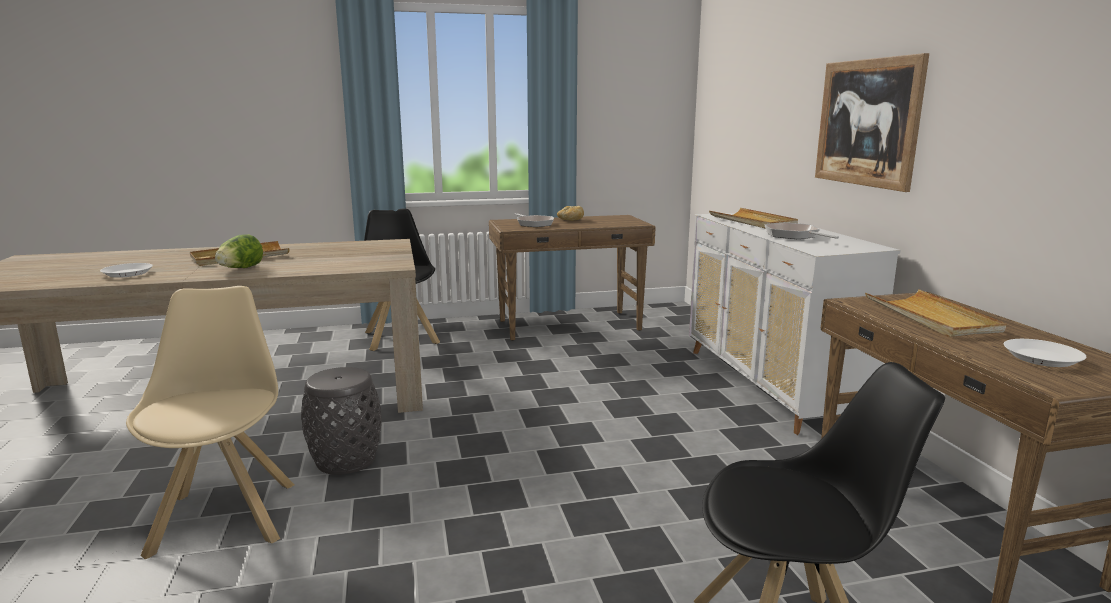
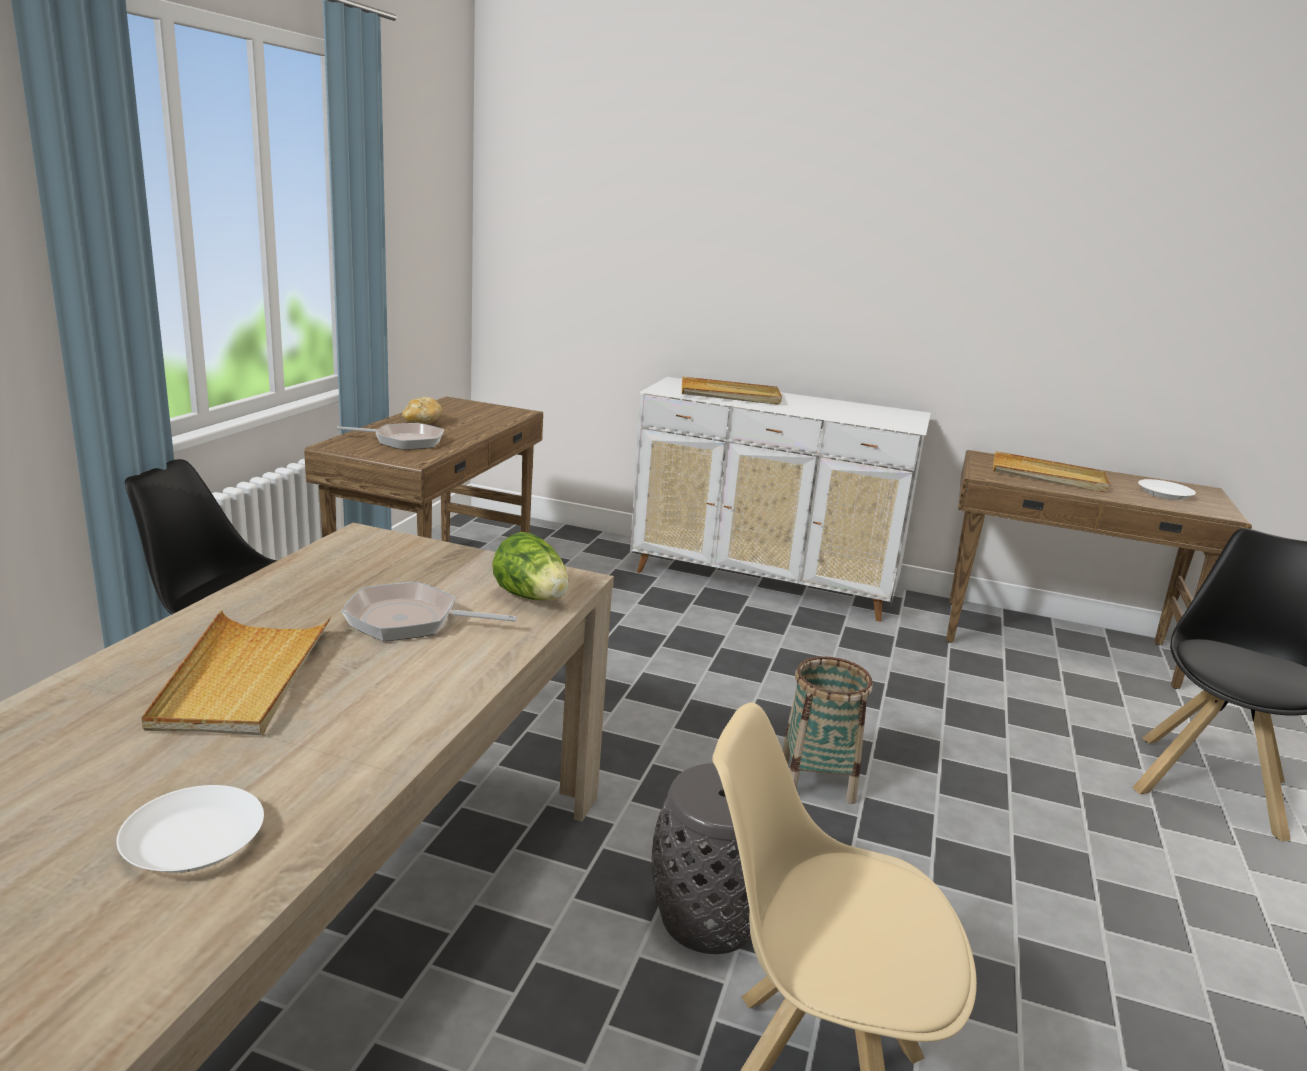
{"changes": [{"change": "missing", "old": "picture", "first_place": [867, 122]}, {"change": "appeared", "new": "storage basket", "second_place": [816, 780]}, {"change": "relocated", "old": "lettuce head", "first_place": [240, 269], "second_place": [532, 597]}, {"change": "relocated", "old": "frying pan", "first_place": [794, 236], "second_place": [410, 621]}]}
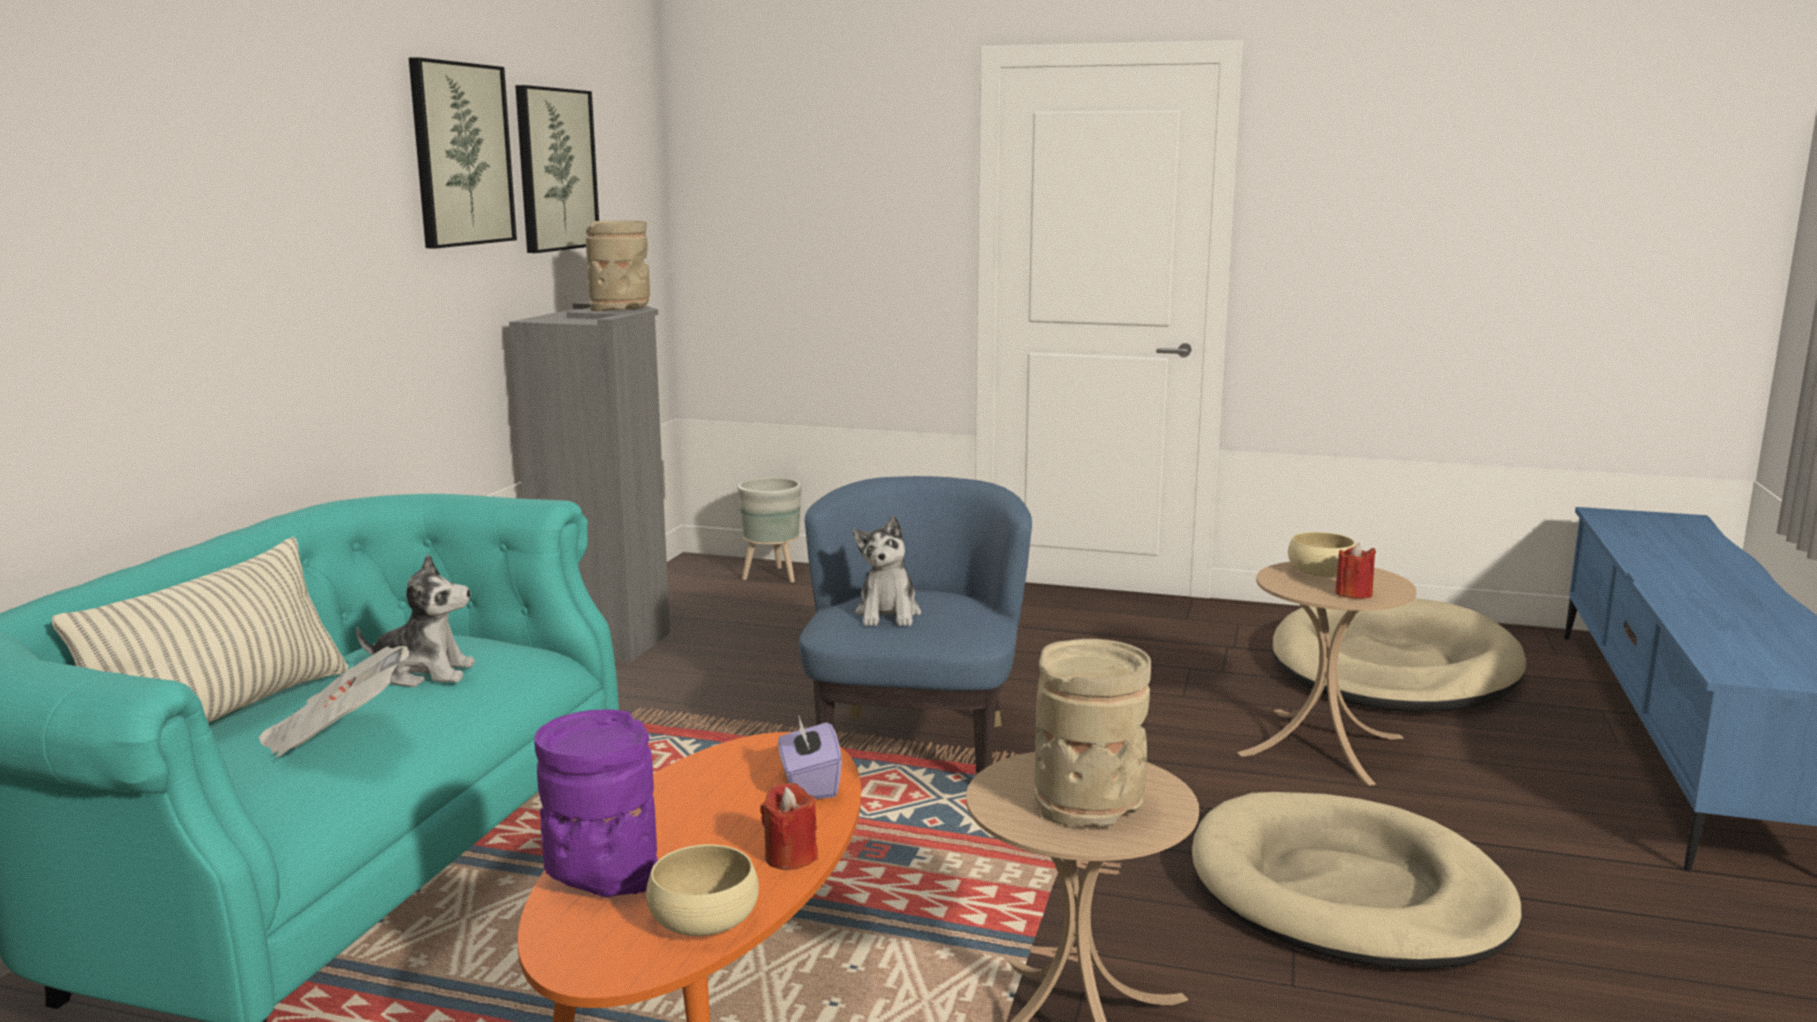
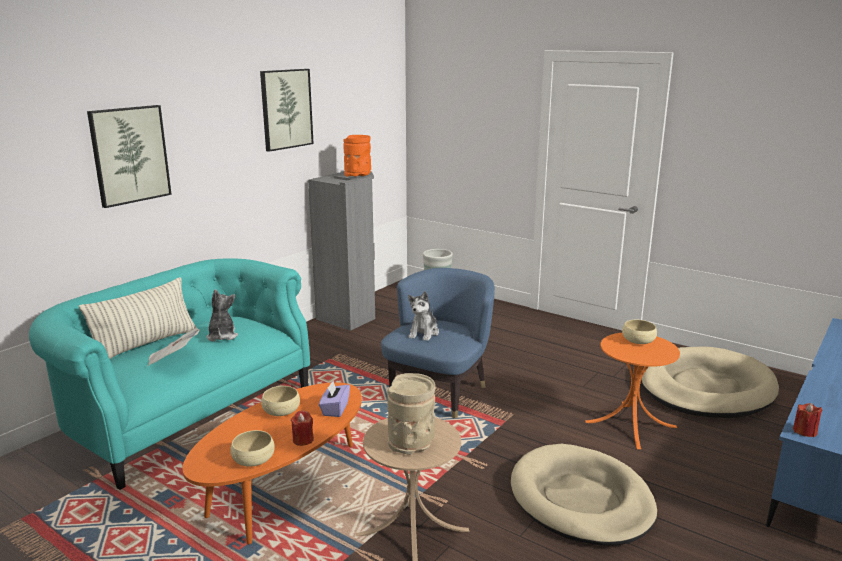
{"changes": [{"change": "missing", "old": "purple flower vase", "first_place": [600, 877]}, {"change": "appeared", "new": "beige-coloured deep dish", "second_place": [281, 410]}, {"change": "relocated", "old": "picture", "first_place": [555, 169], "second_place": [130, 155]}, {"change": "relocated", "old": "reddish candle", "first_place": [1353, 594], "second_place": [804, 431]}, {"change": "colour", "old": "beige-coloured flower vase", "new": "orange flower vase", "first_place": [621, 309], "second_place": [358, 175]}, {"change": "colour", "old": "beige-coloured side table", "new": "orange side table", "first_place": [1321, 745], "second_place": [630, 424]}, {"change": "spun", "old": "plush toy", "first_place": [424, 673], "second_place": [222, 336], "degrees": -120}]}
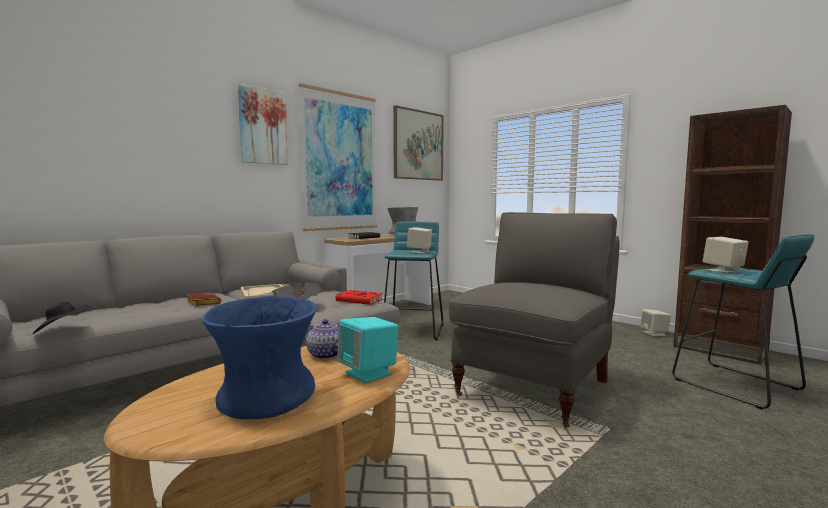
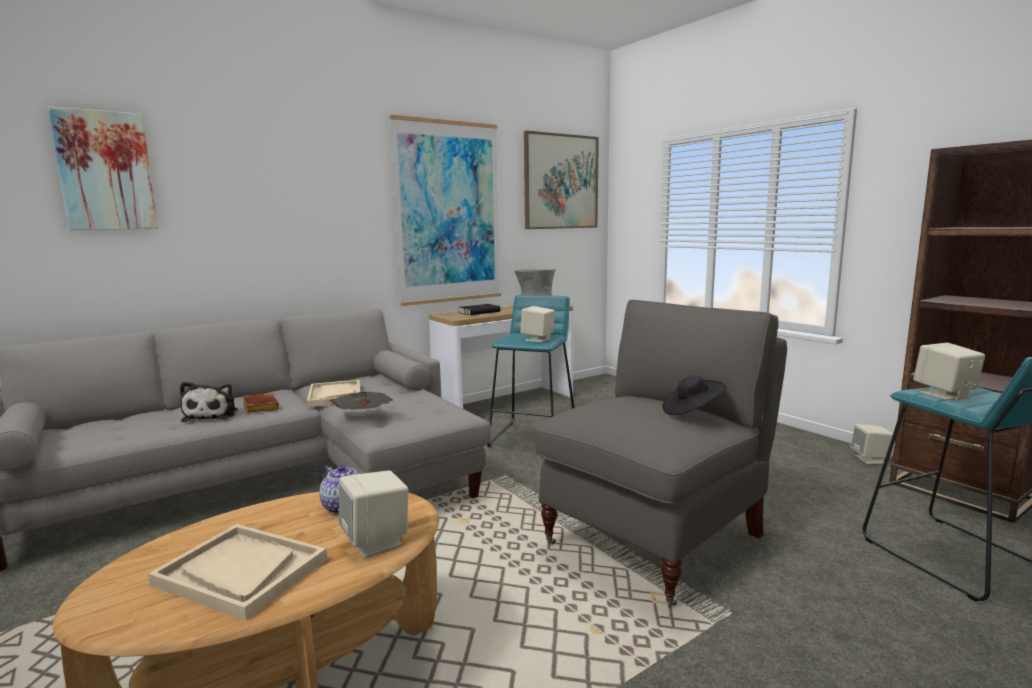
{"changes": [{"change": "missing", "old": "reddish book", "first_place": [361, 300]}, {"change": "appeared", "new": "plush toy", "second_place": [213, 415]}, {"change": "relocated", "old": "black-coloured hat", "first_place": [62, 330], "second_place": [692, 411]}, {"change": "relocated", "old": "picture", "first_place": [263, 126], "second_place": [106, 171]}, {"change": "exchanged", "old": "blue flower vase", "new": "beige-coloured tray", "first_place": [265, 397], "second_place": [240, 572]}, {"change": "colour", "old": "blue-green loudspeaker", "new": "beige-coloured loudspeaker", "first_place": [368, 373], "second_place": [376, 542]}]}
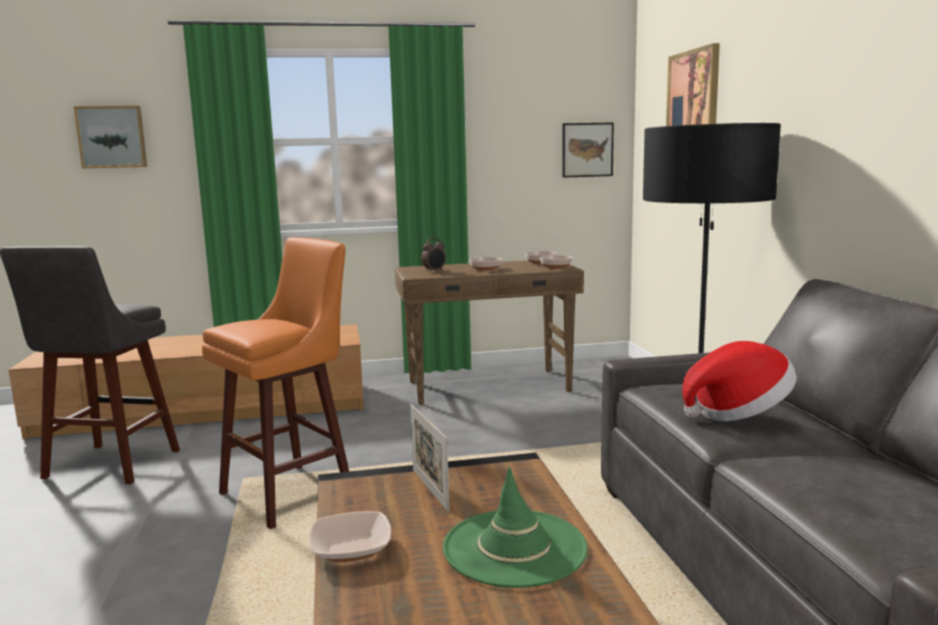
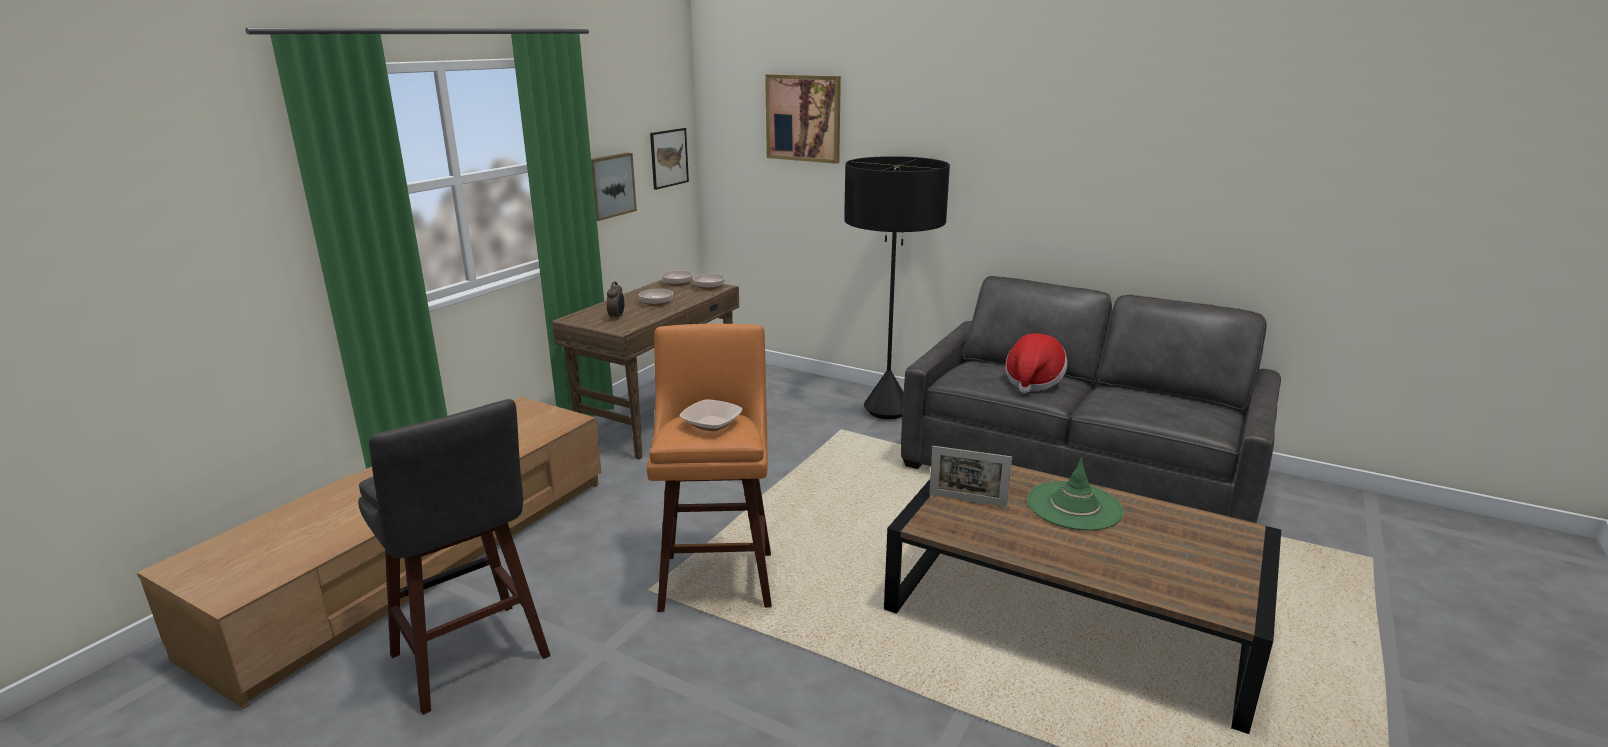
{"changes": [{"change": "relocated", "old": "picture", "first_place": [112, 137], "second_place": [609, 185]}, {"change": "relocated", "old": "deep dish", "first_place": [351, 549], "second_place": [711, 423]}]}
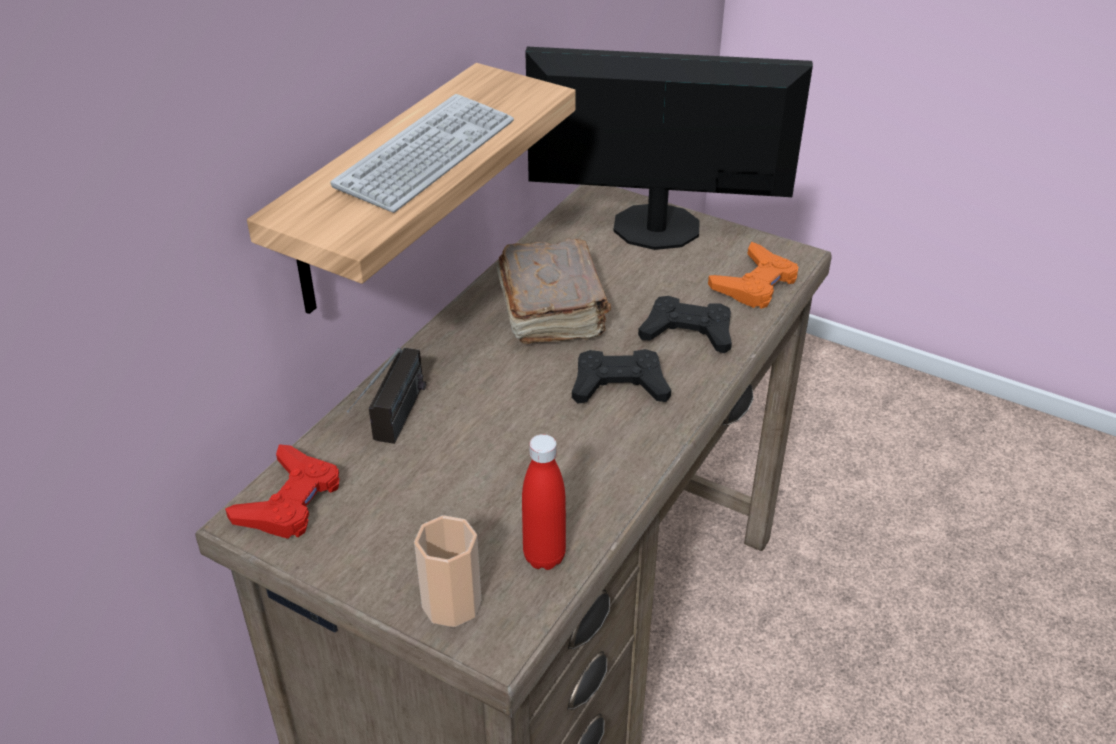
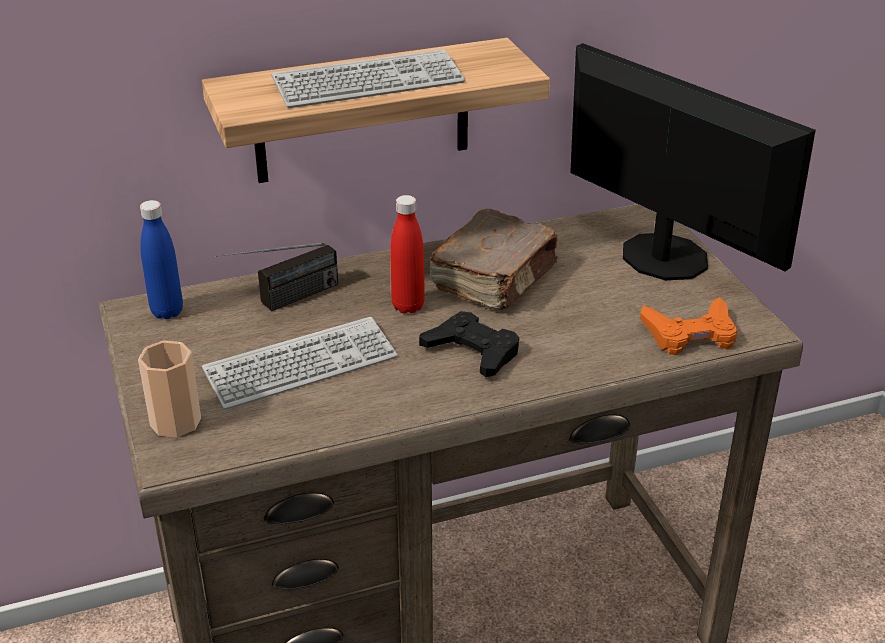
{"changes": [{"change": "missing", "old": "black-coloured gamepad", "first_place": [687, 332]}, {"change": "appeared", "new": "PC keyboard", "second_place": [301, 365]}, {"change": "relocated", "old": "reddish bottle", "first_place": [544, 556], "second_place": [408, 306]}, {"change": "exchanged", "old": "reddish gamepad", "new": "blue bottle", "first_place": [290, 501], "second_place": [167, 312]}]}
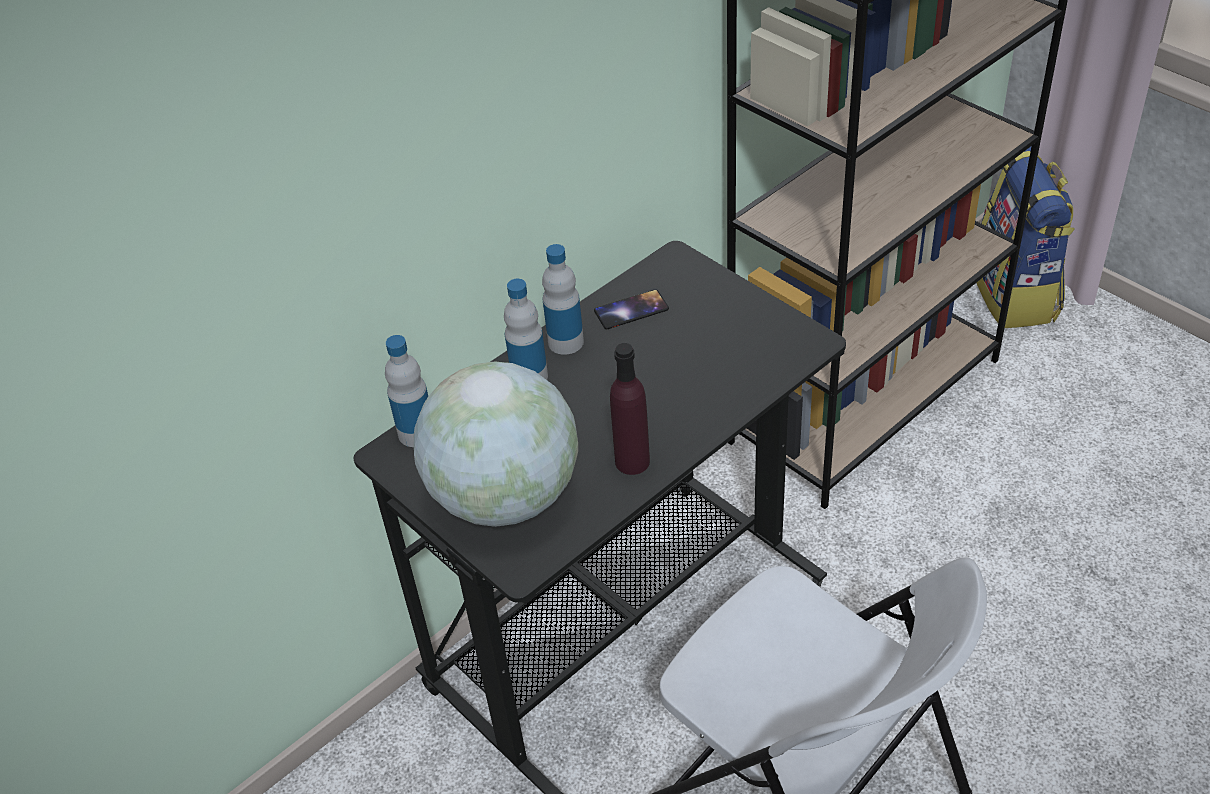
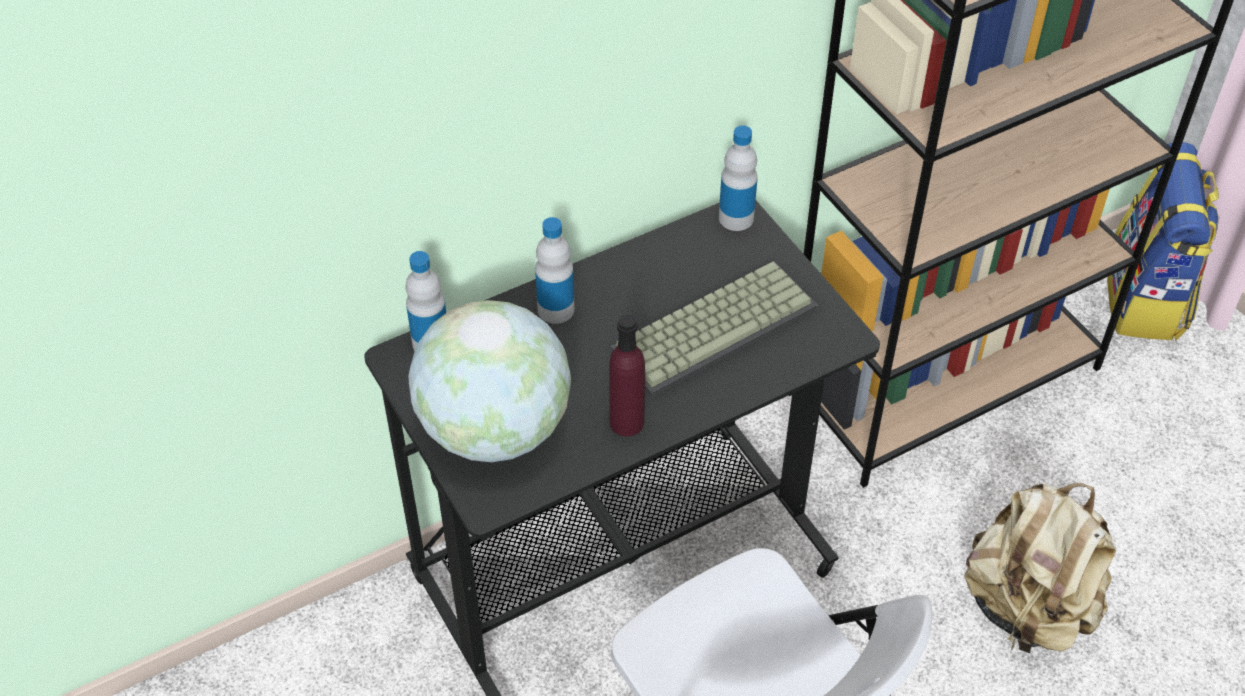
{"changes": [{"change": "missing", "old": "phone", "first_place": [631, 310]}, {"change": "appeared", "new": "PC keyboard", "second_place": [715, 326]}, {"change": "appeared", "new": "beige-coloured knapsack", "second_place": [1028, 607]}, {"change": "relocated", "old": "bottle", "first_place": [566, 342], "second_place": [736, 218]}]}
